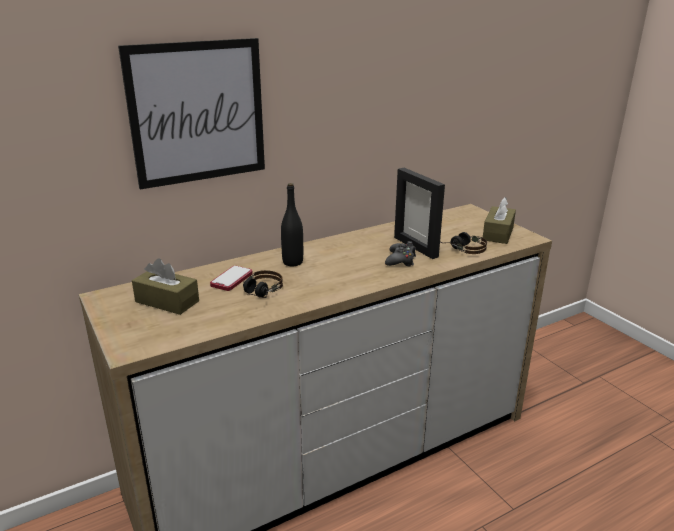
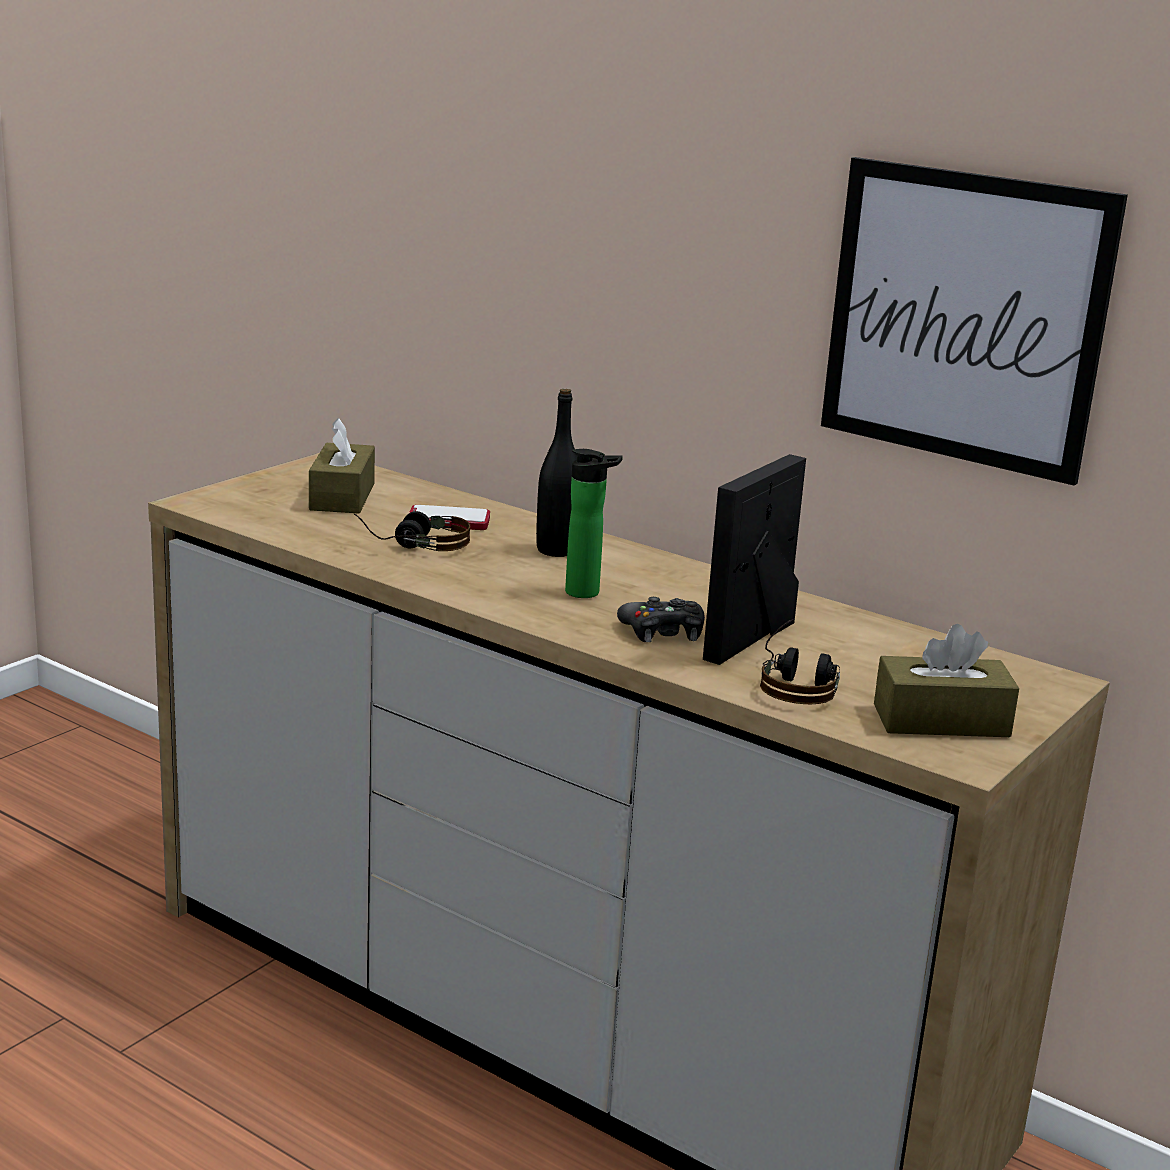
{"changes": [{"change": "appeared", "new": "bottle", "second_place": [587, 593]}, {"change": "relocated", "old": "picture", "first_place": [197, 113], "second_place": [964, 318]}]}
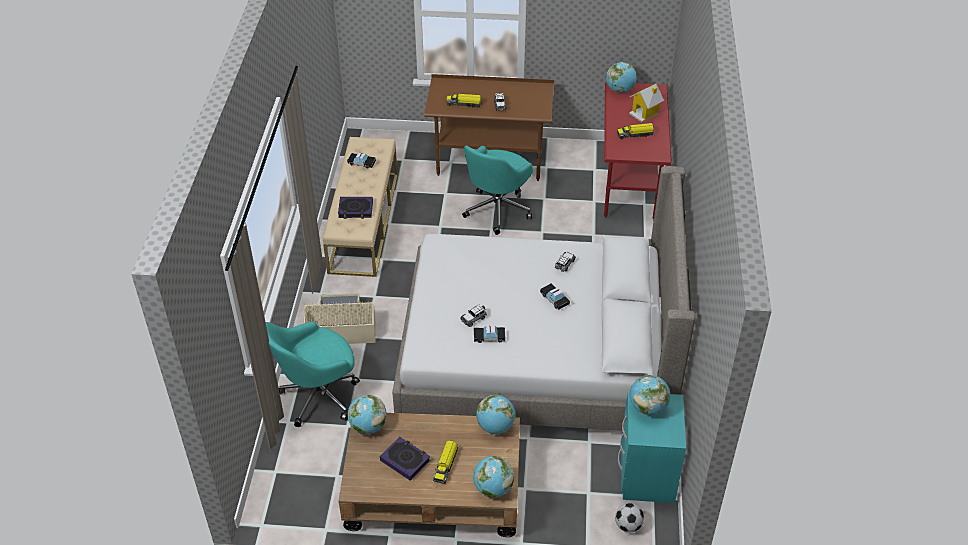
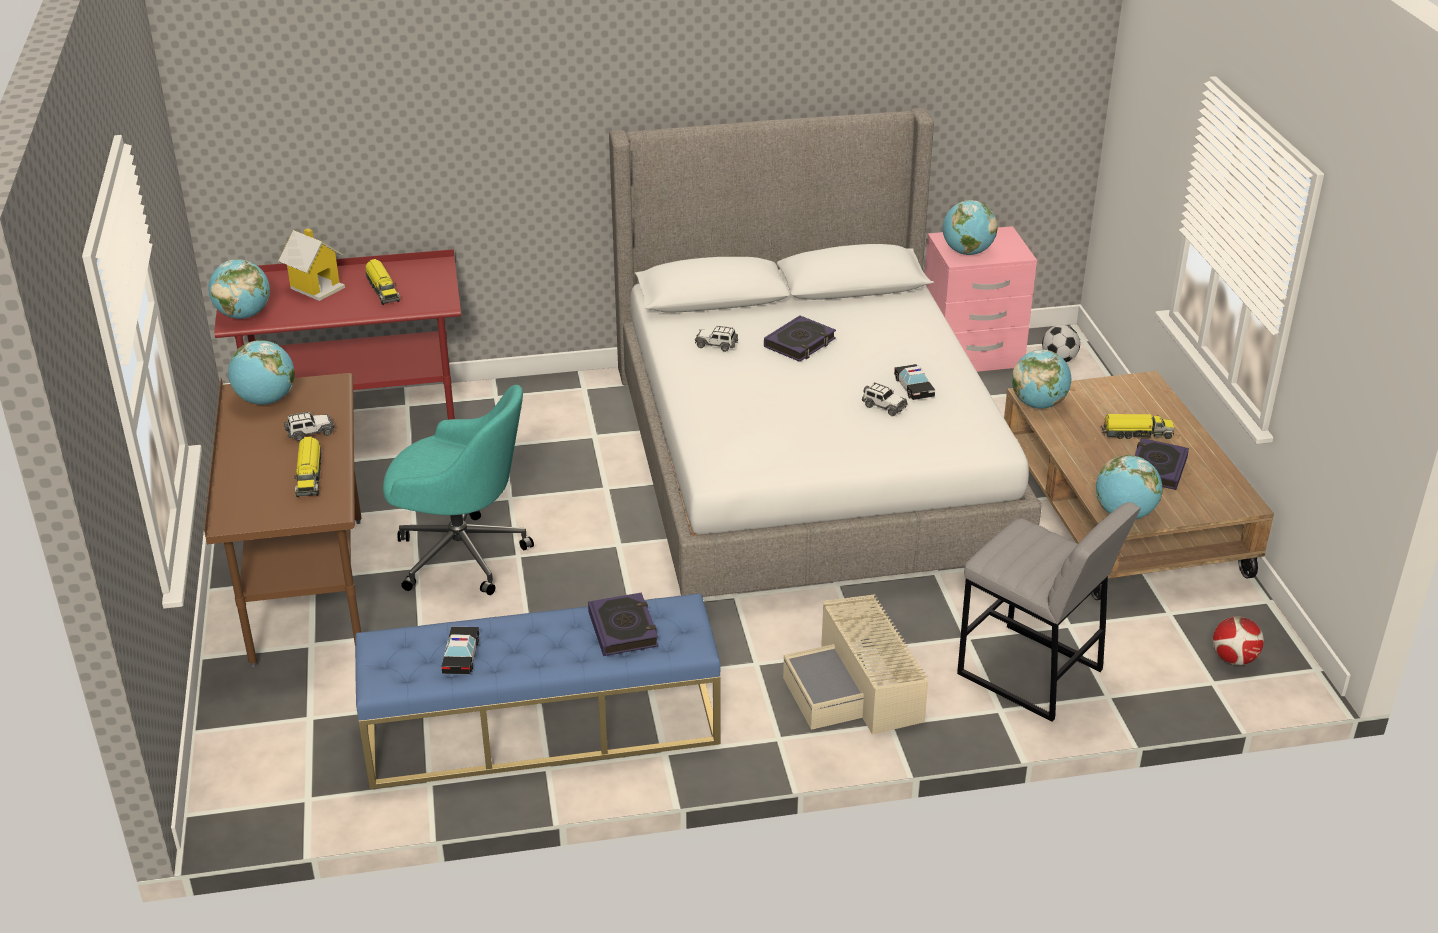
{"changes": [{"change": "appeared", "new": "football", "second_place": [1233, 659]}, {"change": "relocated", "old": "world globe", "first_place": [493, 488], "second_place": [266, 400]}, {"change": "exchanged", "old": "blue-green computer chair", "new": "grey sitting stool", "first_place": [318, 397], "second_place": [1033, 673]}, {"change": "exchanged", "old": "toy car", "new": "book", "first_place": [554, 299], "second_place": [800, 343]}, {"change": "colour", "old": "beige-coloured long seat", "new": "blue long seat", "first_place": [364, 222], "second_place": [541, 729]}, {"change": "colour", "old": "blue-green night table", "new": "pink-coloured night table", "first_place": [646, 474], "second_place": [971, 355]}]}
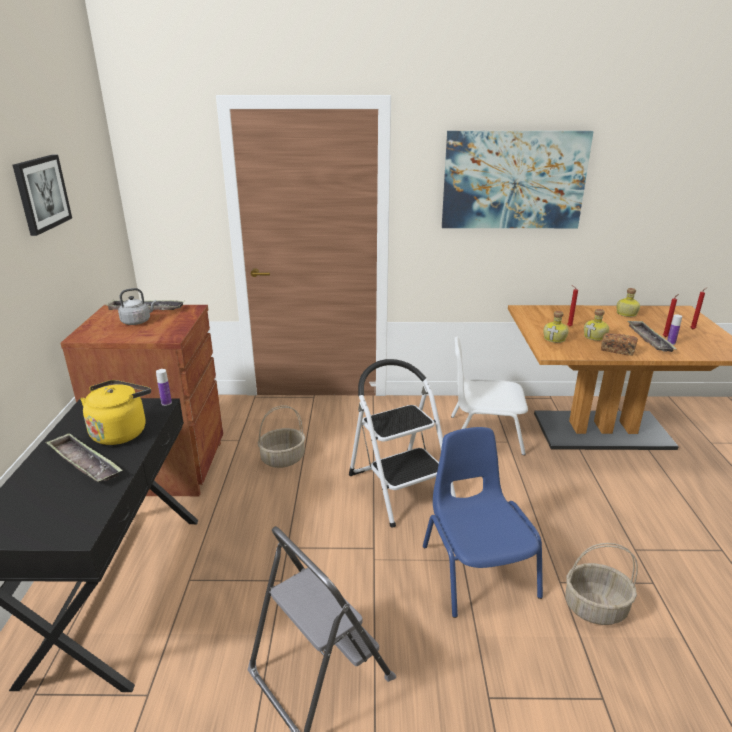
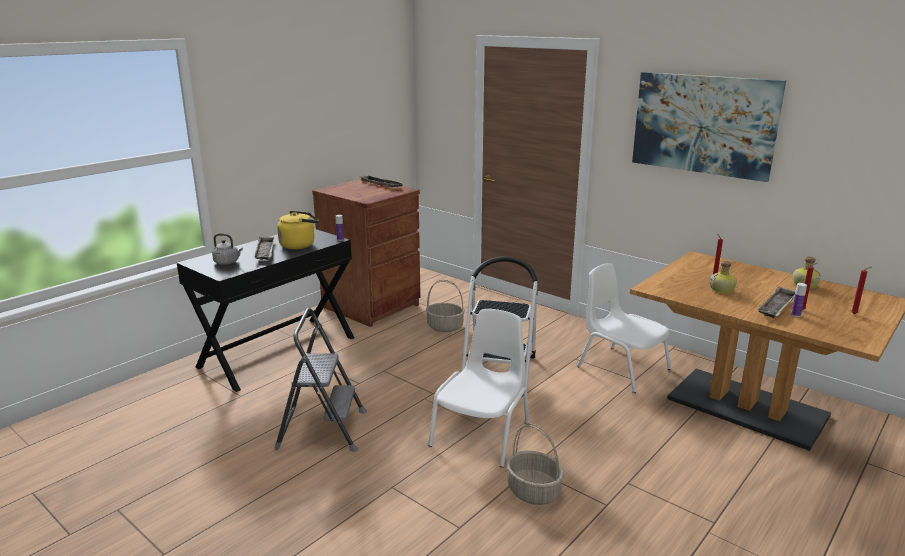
{"changes": [{"change": "missing", "old": "picture", "first_place": [41, 193]}, {"change": "missing", "old": "bottle", "first_place": [555, 339]}, {"change": "missing", "old": "bread", "first_place": [617, 350]}, {"change": "relocated", "old": "grey tea kettle", "first_place": [137, 321], "second_place": [228, 262]}, {"change": "colour", "old": "blue plain chair", "new": "white-coloured plain chair", "first_place": [477, 569], "second_place": [482, 434]}]}
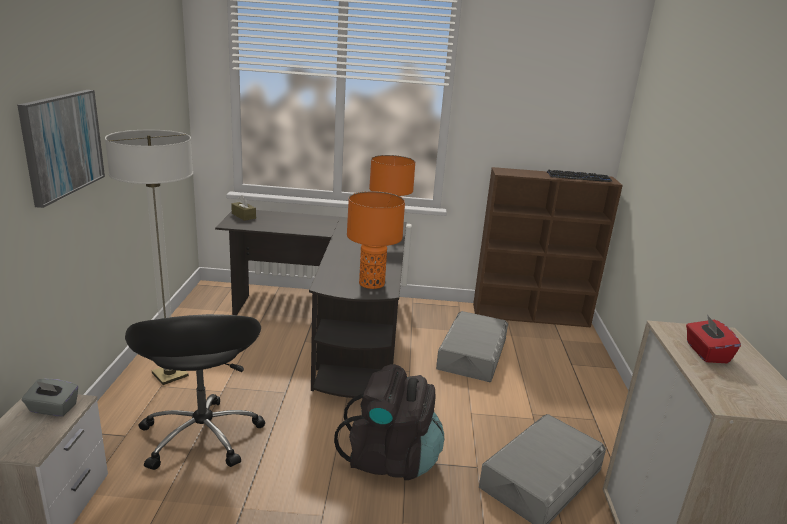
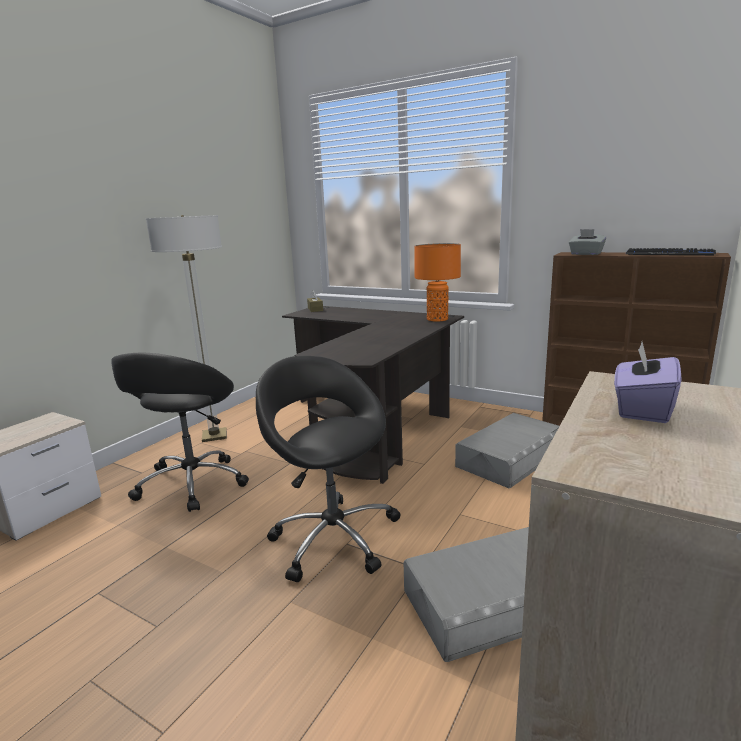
{"changes": [{"change": "missing", "old": "picture", "first_place": [62, 144]}, {"change": "missing", "old": "orange table lamp", "first_place": [372, 283]}, {"change": "relocated", "old": "grey box of tissues", "first_place": [53, 409], "second_place": [585, 254]}, {"change": "exchanged", "old": "black-coloured knapsack", "new": "black-coloured computer chair", "first_place": [390, 459], "second_place": [333, 538]}, {"change": "colour", "old": "reddish box of tissues", "new": "purple box of tissues", "first_place": [706, 353], "second_place": [641, 409]}]}
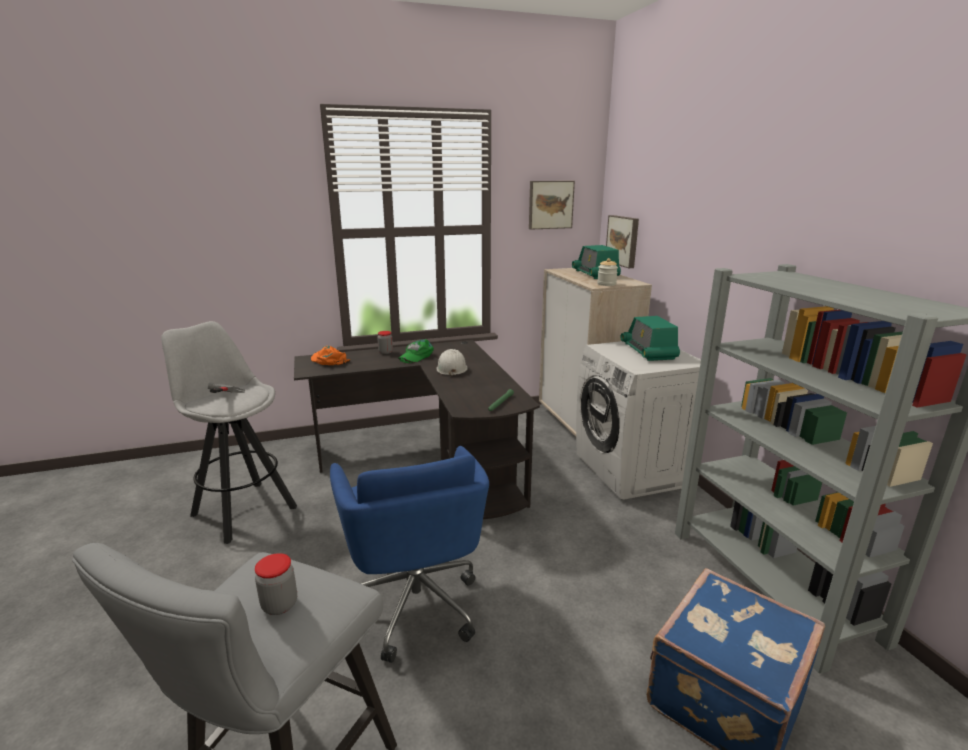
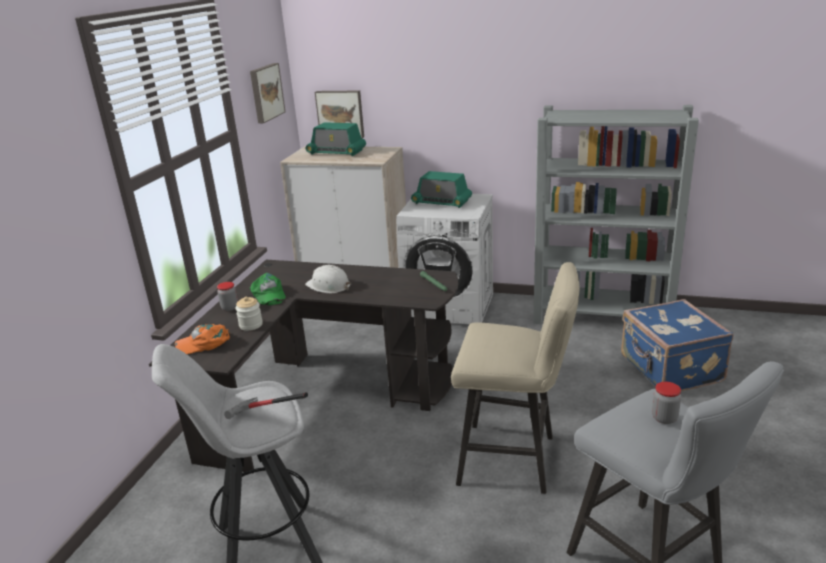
{"changes": [{"change": "relocated", "old": "jar", "first_place": [606, 284], "second_place": [251, 325]}, {"change": "exchanged", "old": "blue computer chair", "new": "beige-coloured sitting stool", "first_place": [415, 603], "second_place": [515, 460]}]}
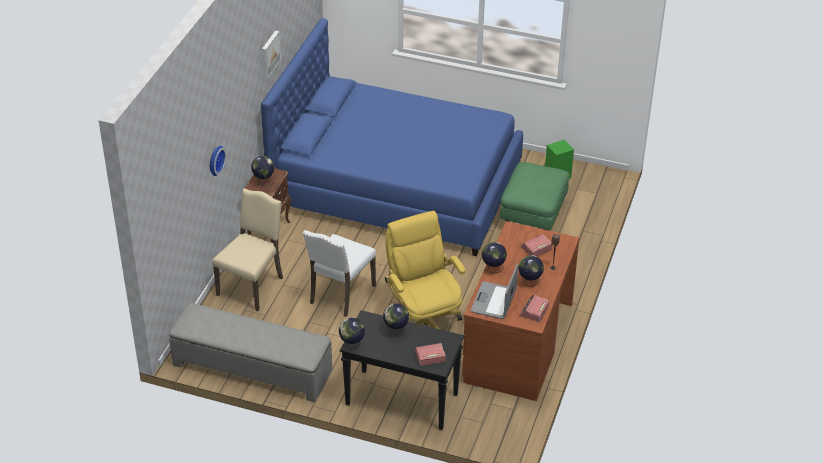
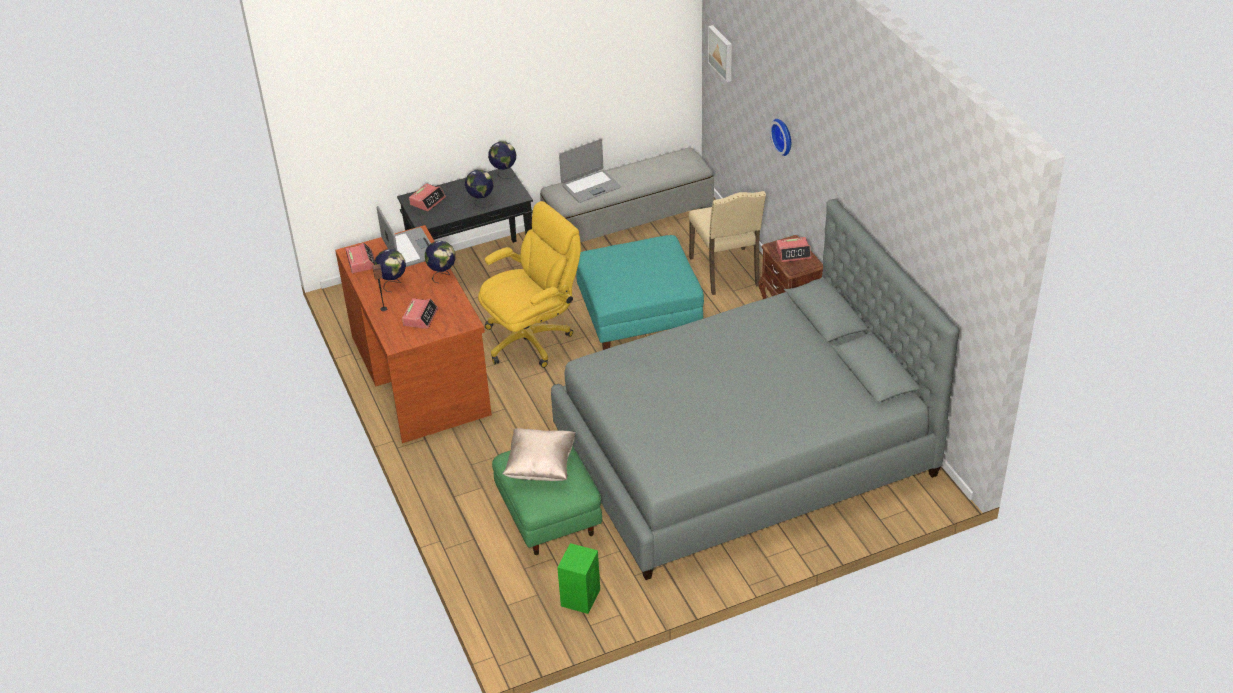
{"changes": [{"change": "appeared", "new": "beige-coloured pillow", "second_place": [541, 467]}, {"change": "appeared", "new": "notebook computer", "second_place": [590, 186]}, {"change": "relocated", "old": "picture", "first_place": [269, 53], "second_place": [721, 53]}, {"change": "exchanged", "old": "world globe", "new": "table clock", "first_place": [263, 181], "second_place": [793, 253]}, {"change": "exchanged", "old": "white-coloured plain chair", "new": "blue-green footrest", "first_place": [340, 294], "second_place": [639, 313]}, {"change": "colour", "old": "blue sleeping bed", "new": "grey sleeping bed", "first_place": [395, 186], "second_place": [744, 453]}, {"change": "spun", "old": "yellowish computer chair", "first_place": [423, 321], "second_place": [533, 338], "degrees": -60}]}
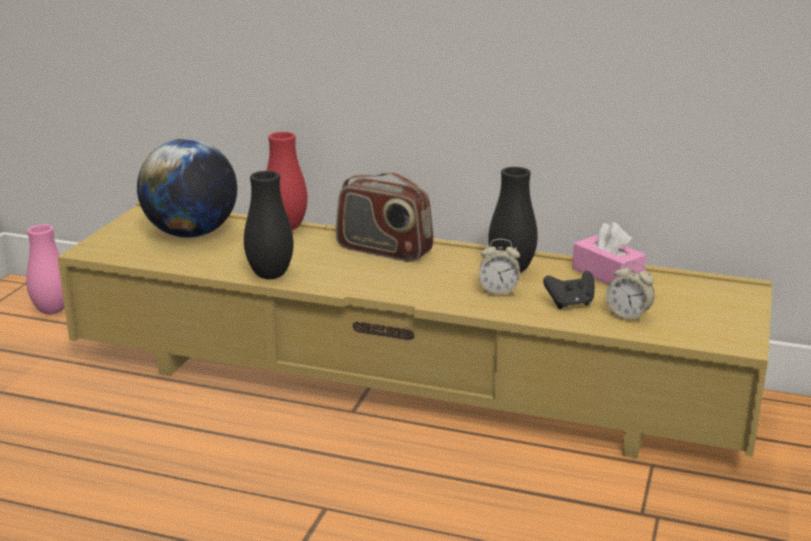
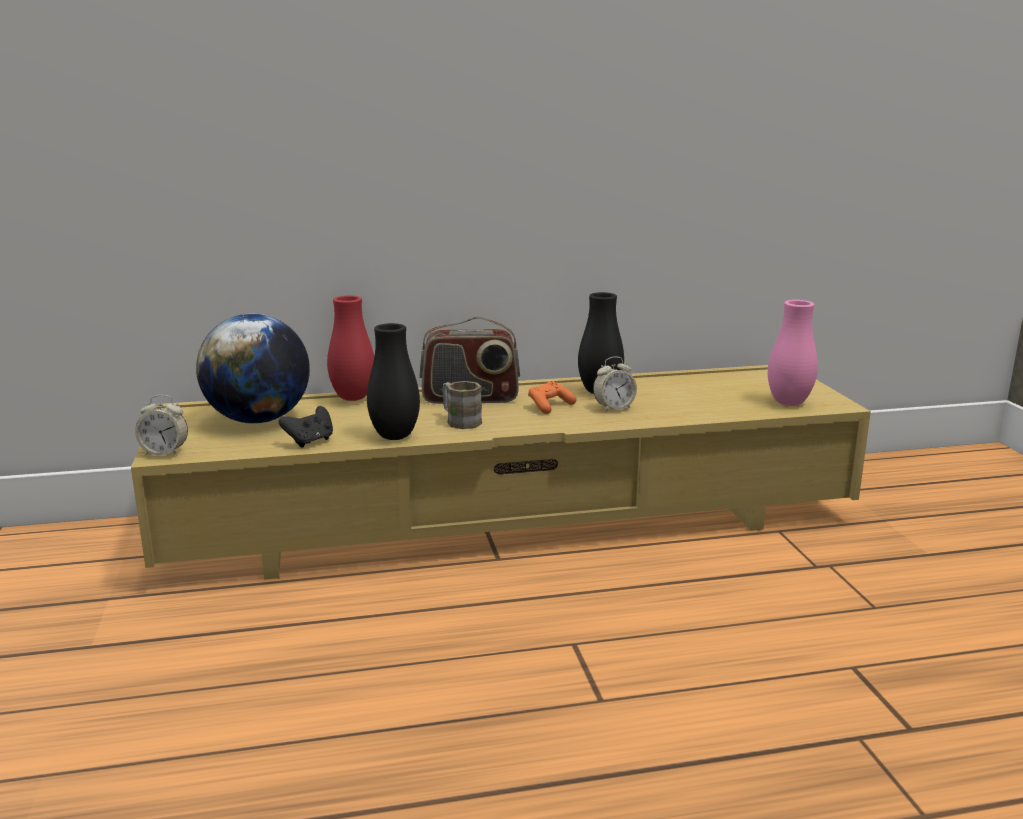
{"changes": [{"change": "missing", "old": "pink-coloured box of tissues", "first_place": [607, 274]}, {"change": "appeared", "new": "brown-coloured coffee mug", "second_place": [459, 421]}, {"change": "appeared", "new": "orange gamepad", "second_place": [550, 406]}, {"change": "relocated", "old": "pink-coloured flower vase", "first_place": [52, 311], "second_place": [788, 403]}, {"change": "relocated", "old": "black-coloured gamepad", "first_place": [570, 304], "second_place": [310, 441]}, {"change": "relocated", "old": "table clock", "first_place": [628, 315], "second_place": [165, 452]}]}
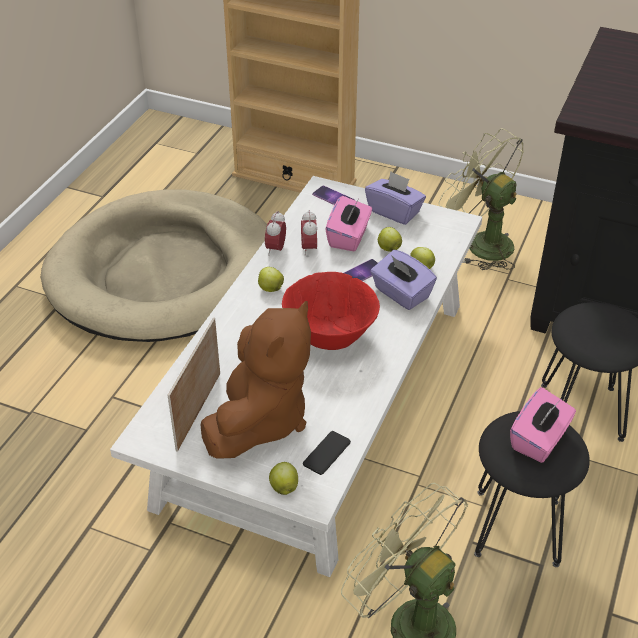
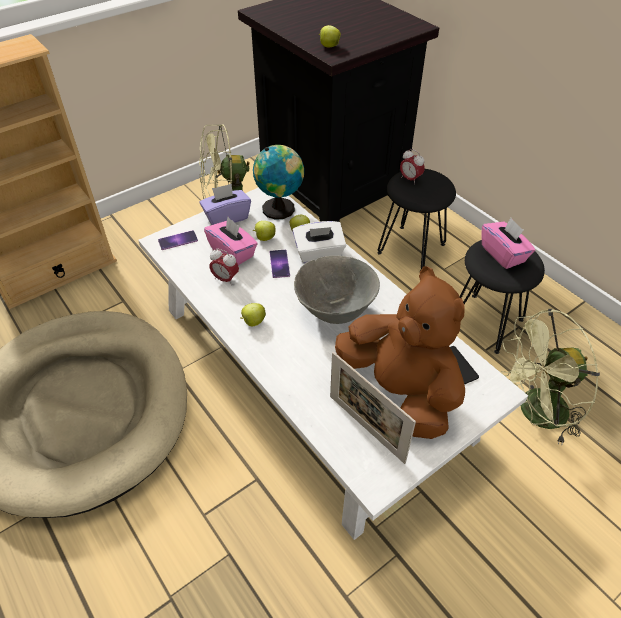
{"changes": [{"change": "appeared", "new": "world globe", "second_place": [281, 209]}, {"change": "relocated", "old": "table clock", "first_place": [276, 249], "second_place": [410, 179]}, {"change": "relocated", "old": "whole apple", "first_place": [284, 487], "second_place": [328, 46]}, {"change": "colour", "old": "reddish deep dish", "new": "grey deep dish", "first_place": [330, 336], "second_place": [335, 310]}, {"change": "colour", "old": "purple box of tissues", "new": "white-coloured box of tissues", "first_place": [401, 294], "second_place": [319, 253]}]}
